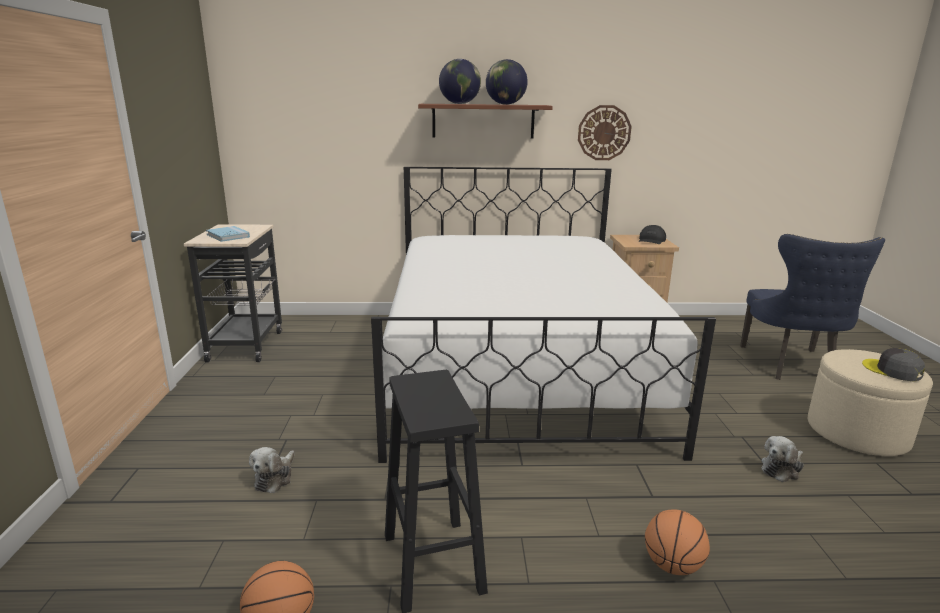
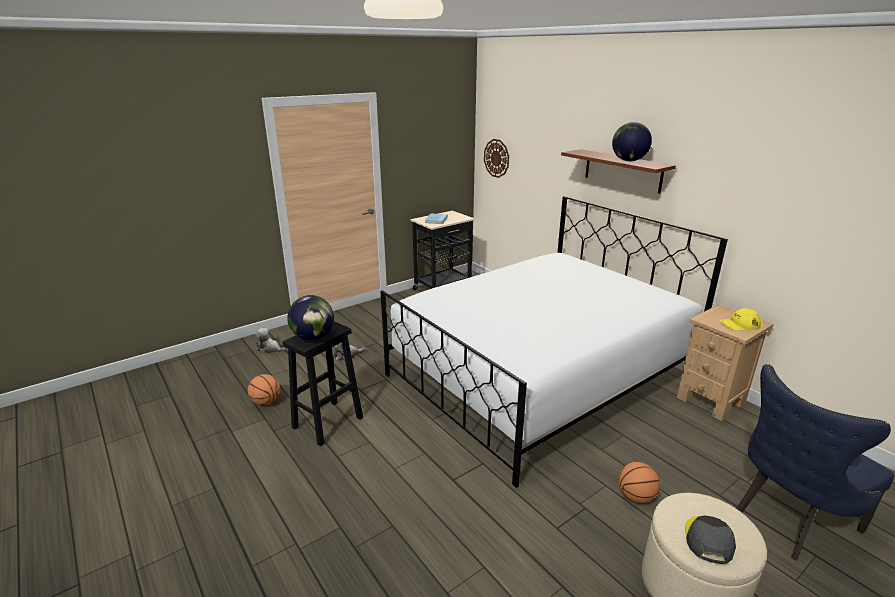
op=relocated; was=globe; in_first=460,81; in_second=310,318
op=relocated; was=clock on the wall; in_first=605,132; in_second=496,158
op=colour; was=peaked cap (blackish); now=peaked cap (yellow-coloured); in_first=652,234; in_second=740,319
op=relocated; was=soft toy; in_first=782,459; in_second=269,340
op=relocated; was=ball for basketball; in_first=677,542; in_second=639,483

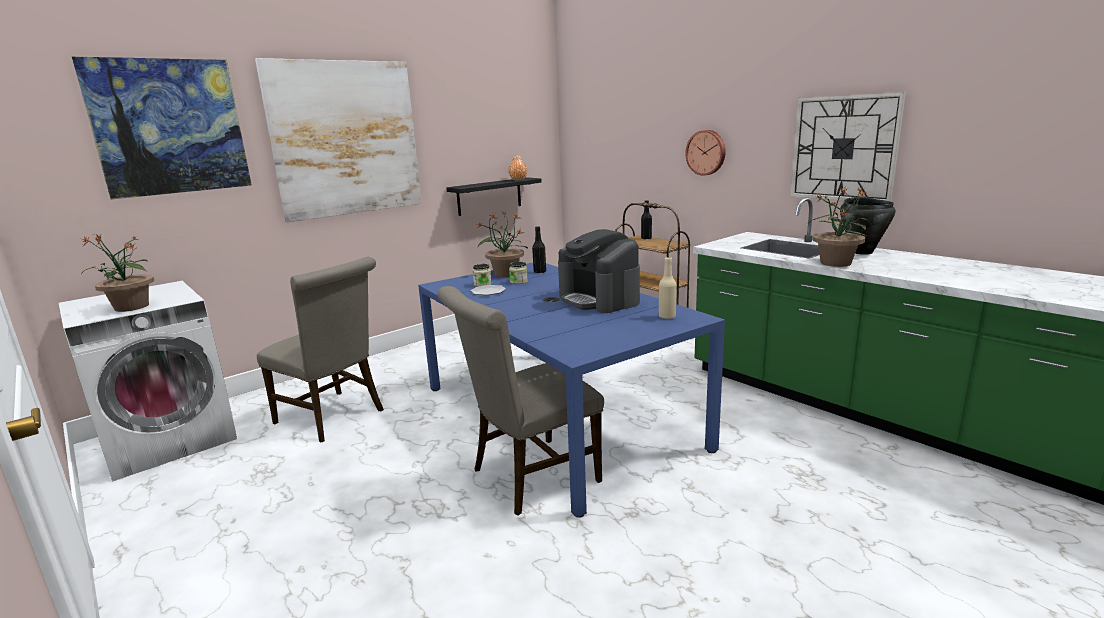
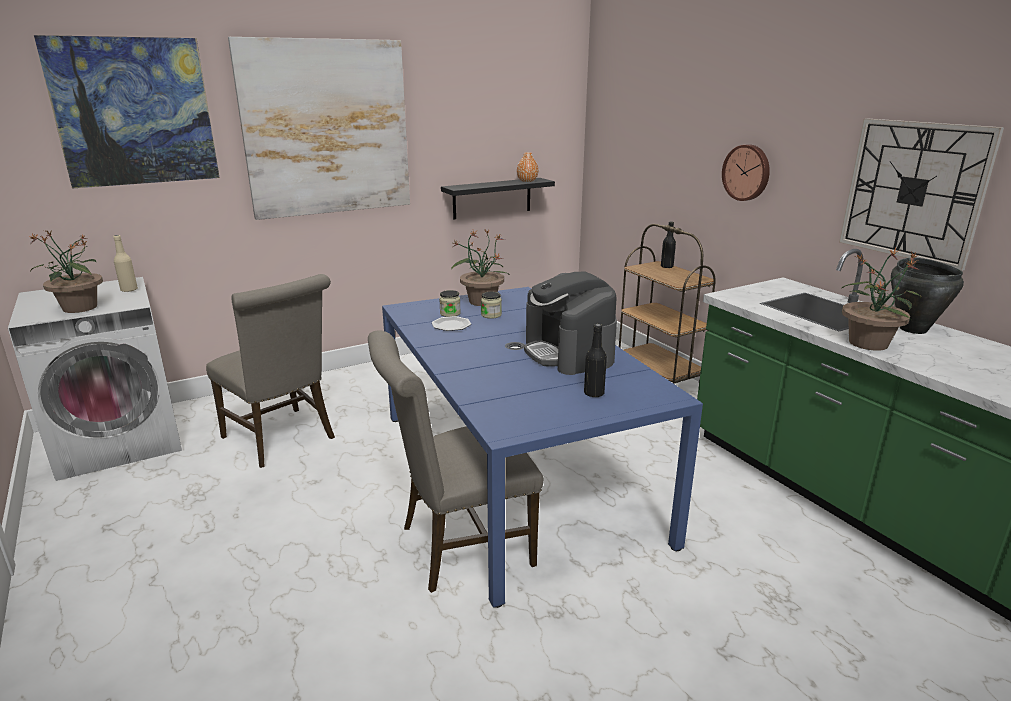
op=relocated; was=bottle (blackish); in_first=539,249; in_second=595,360
op=relocated; was=bottle (beige); in_first=668,288; in_second=125,263

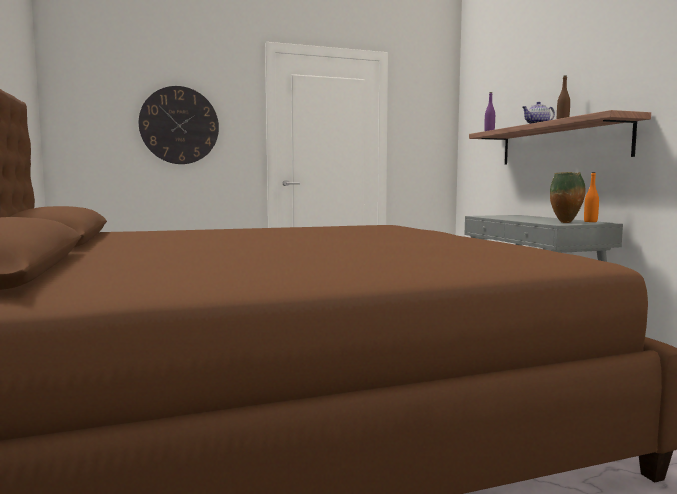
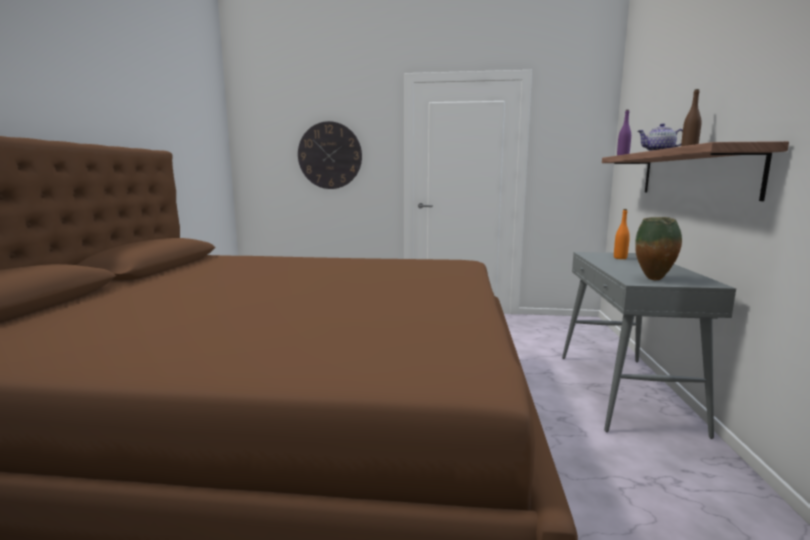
op=relocated; was=bottle (orange); in_first=591,197; in_second=622,234

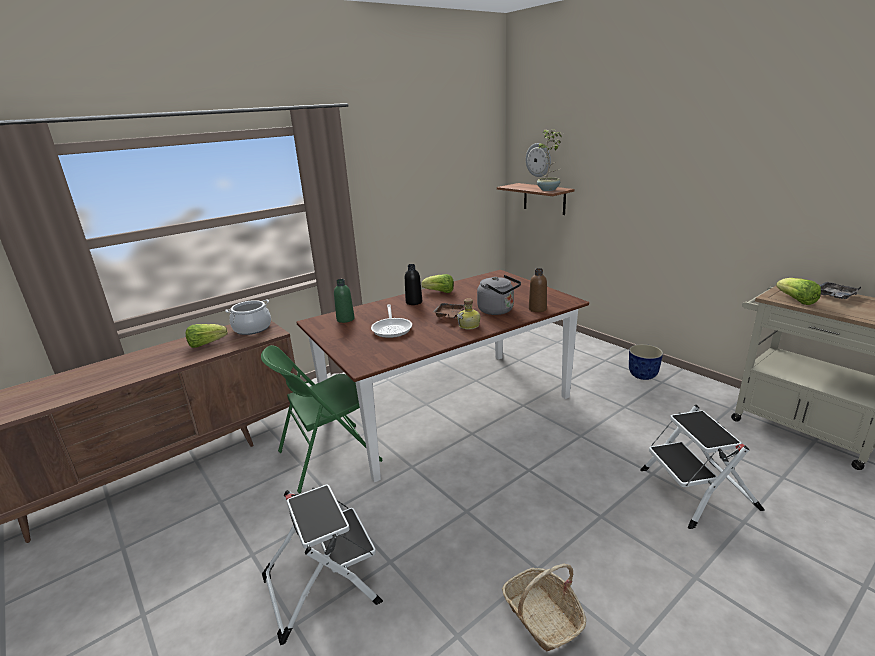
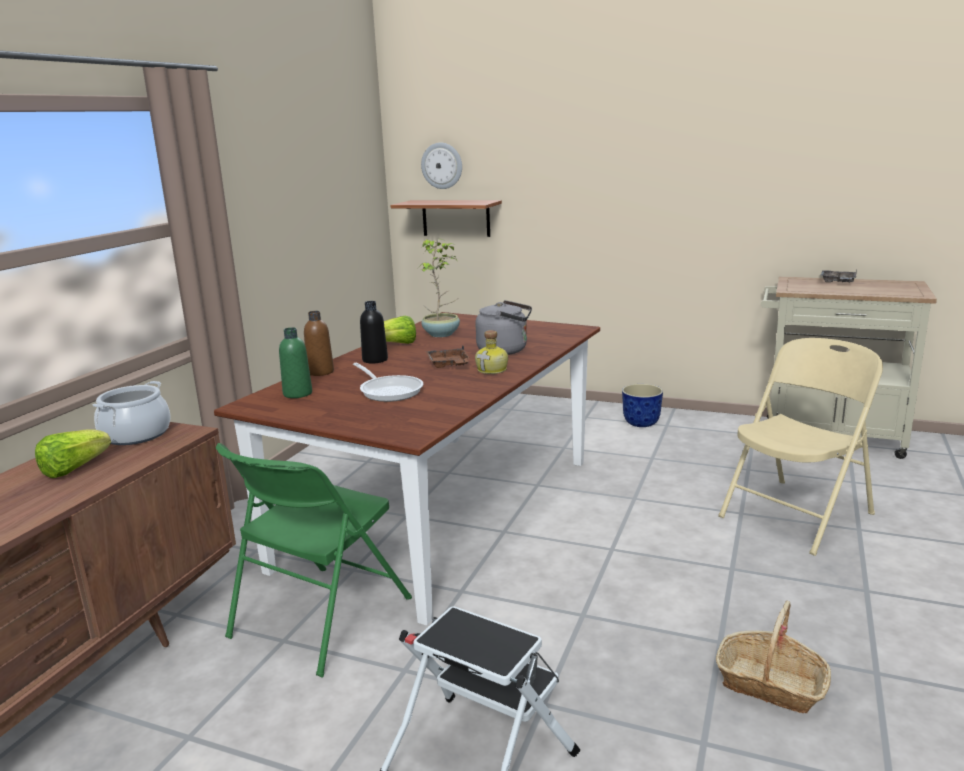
op=relocated; was=plant in a pot; in_first=549,160; in_second=439,288
op=relocated; was=bottle (brownish); in_first=538,290; in_second=319,343
op=missing; was=head of lettuce; in_first=798,291
op=exchanged; was=stepladder; now=upright chair (beige); in_first=702,467; in_second=800,447

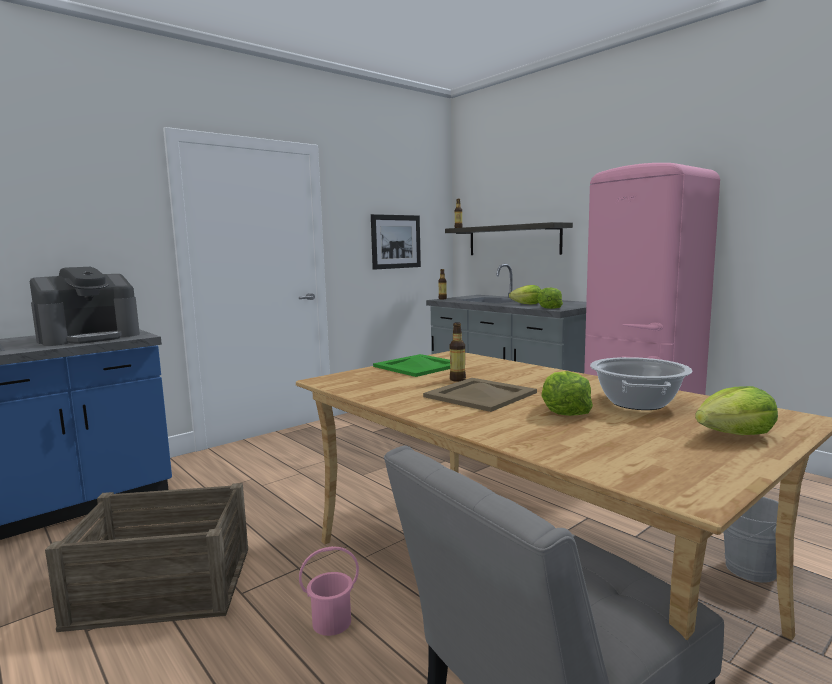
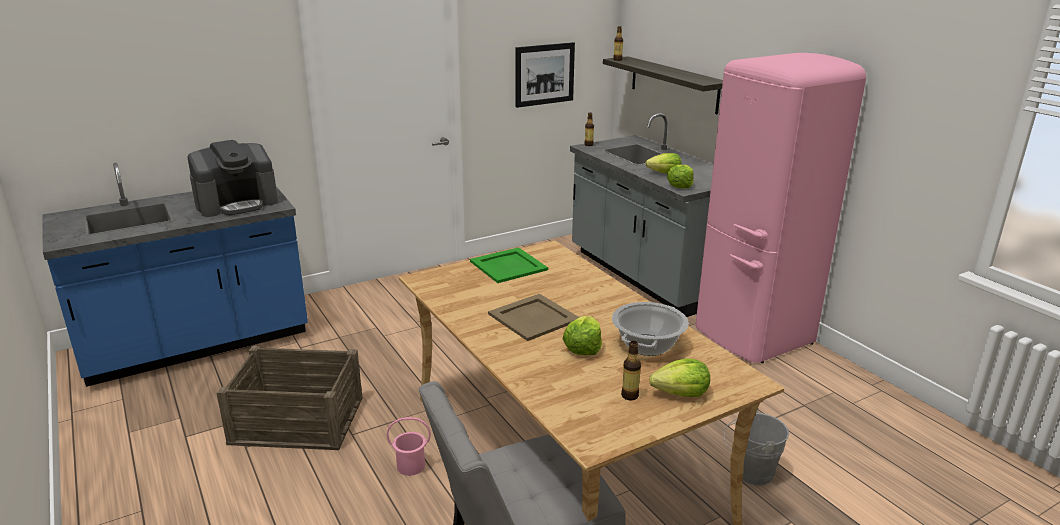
op=relocated; was=bottle; in_first=458,352; in_second=631,370

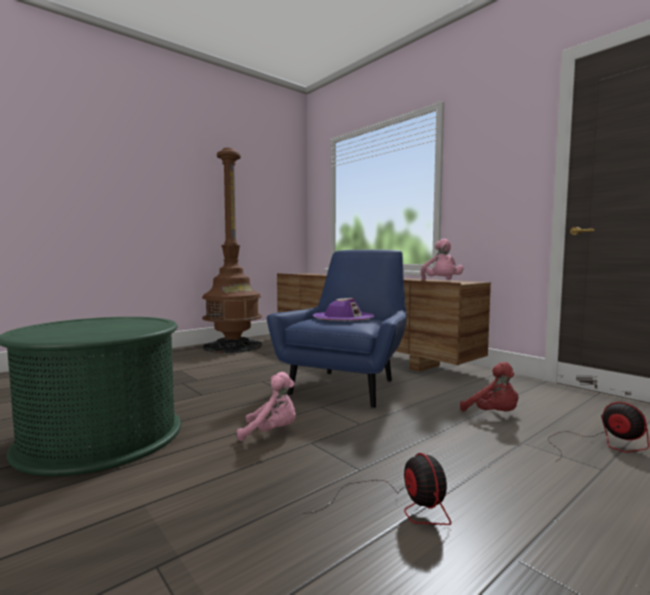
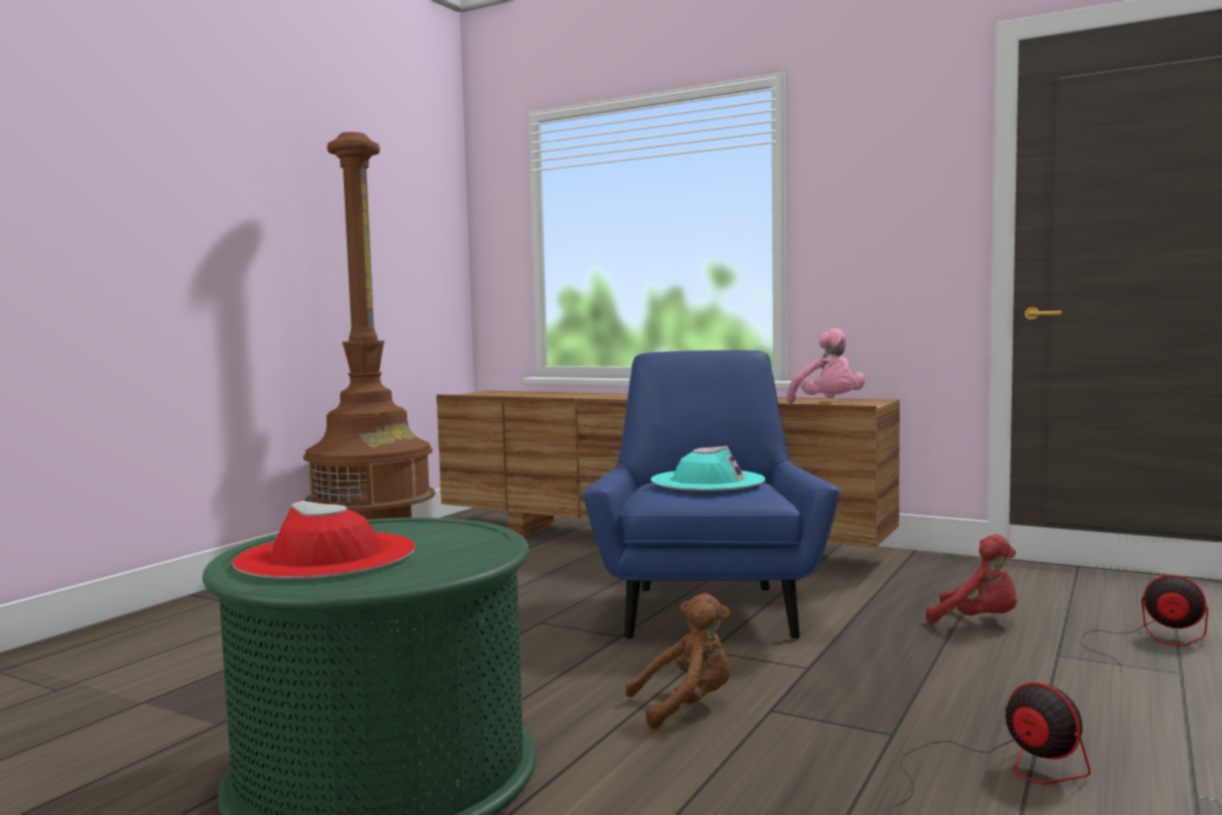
op=colour; was=clothing hat (purple); now=clothing hat (turquoise); in_first=343,309; in_second=708,468
op=colour; was=soft toy (pink-coloured); now=soft toy (brownish); in_first=266,406; in_second=678,661
op=appeared; now=clothing hat (red); in_second=323,540

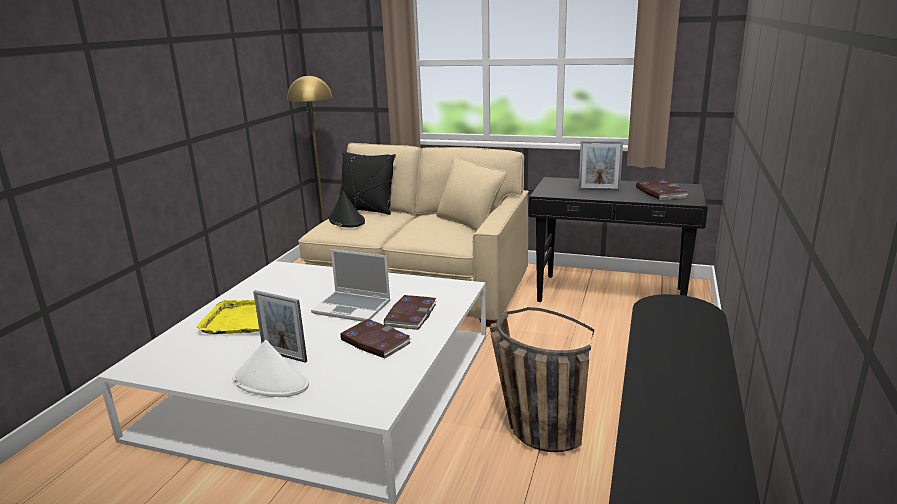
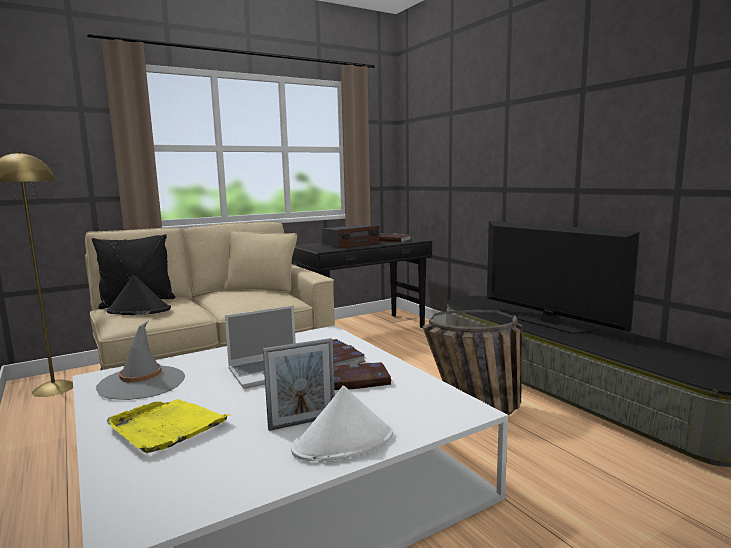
op=exchanged; was=standing frame; now=radio receiver; in_first=601,165; in_second=351,236
op=appeared; now=TV set; in_second=563,277
op=appeared; now=clothing hat (gray); in_second=140,360

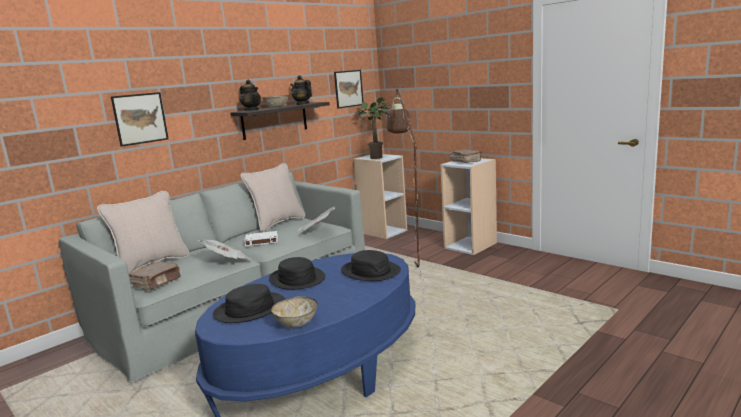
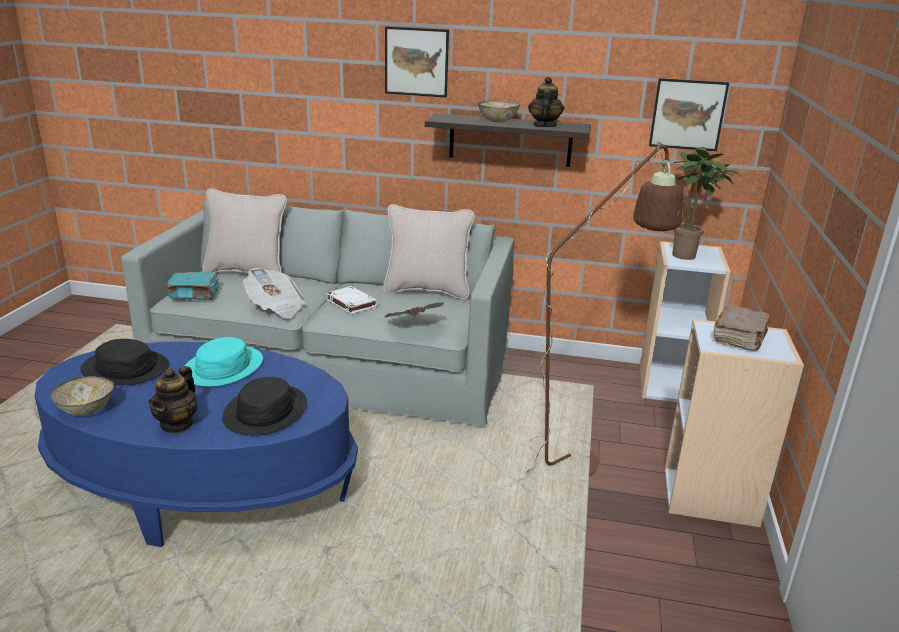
op=relocated; was=teapot; in_first=250,94; in_second=173,399
op=relocated; was=wall picture; in_first=140,119; in_second=417,61
op=colour; was=clothing hat (blackish); now=clothing hat (turquoise); in_first=297,273; in_second=223,362
op=colour; was=bound book (brownish); now=bound book (turquoise); in_first=155,275; in_second=192,286

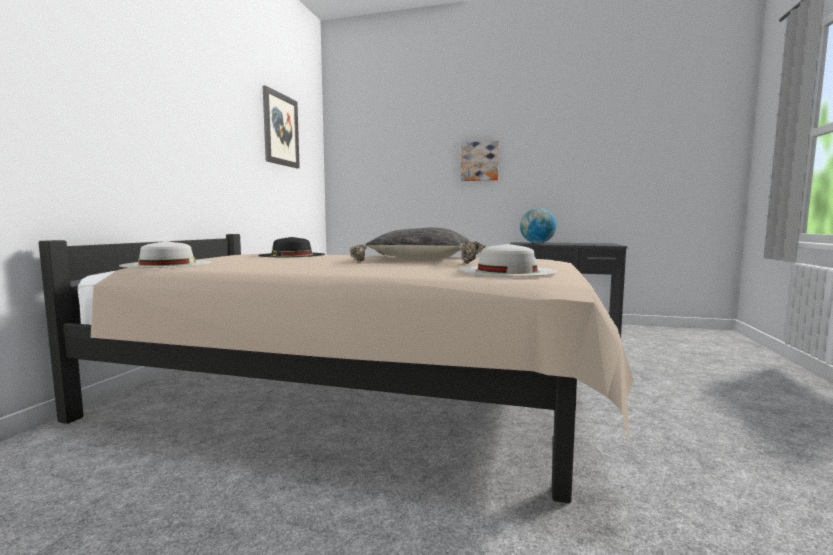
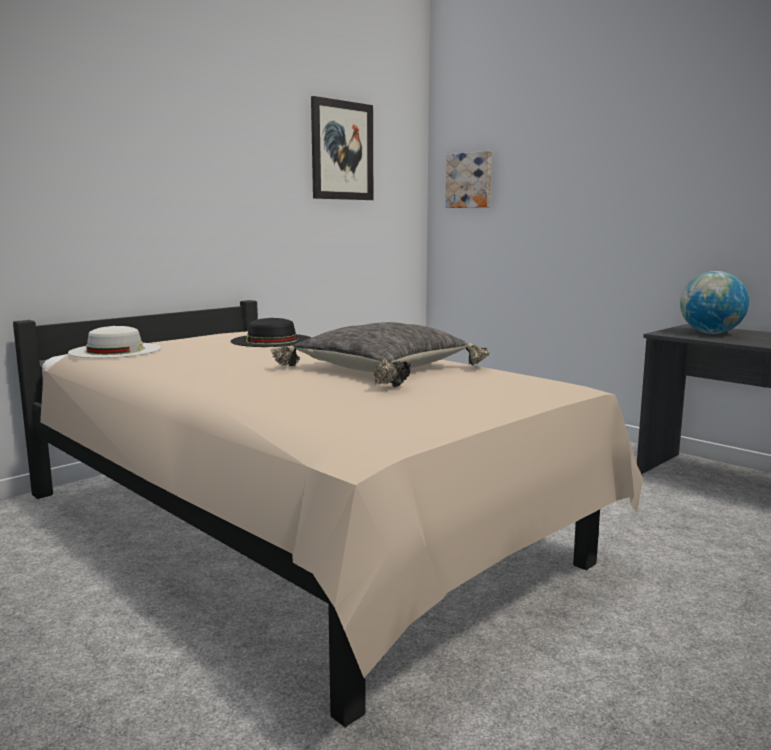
op=relocated; was=wall picture; in_first=479,161; in_second=468,179
op=missing; was=clothing hat (whitish); in_first=508,260

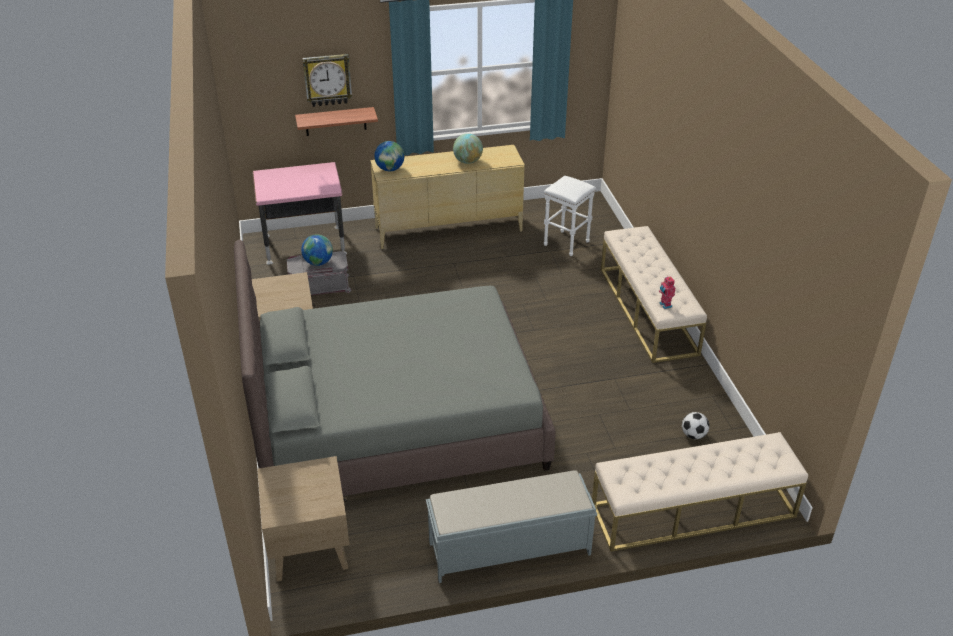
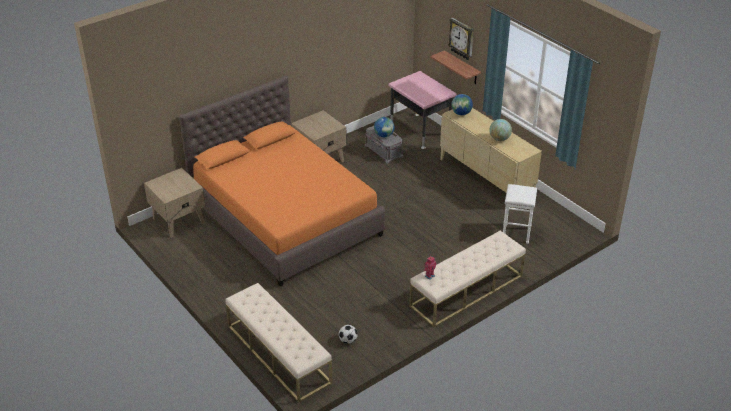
op=colour; was=bedroom bed (gray); now=bedroom bed (orange); in_first=395,368; in_second=282,181
op=missing; was=long seat (gray); in_first=511,526

